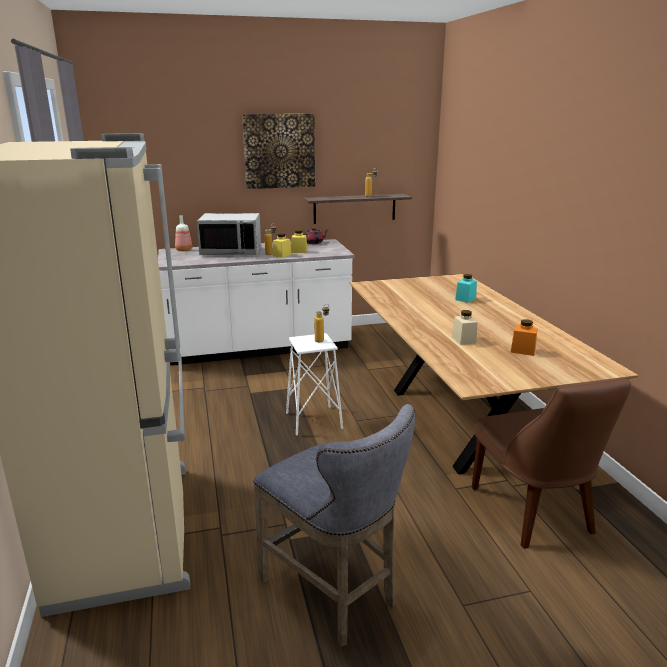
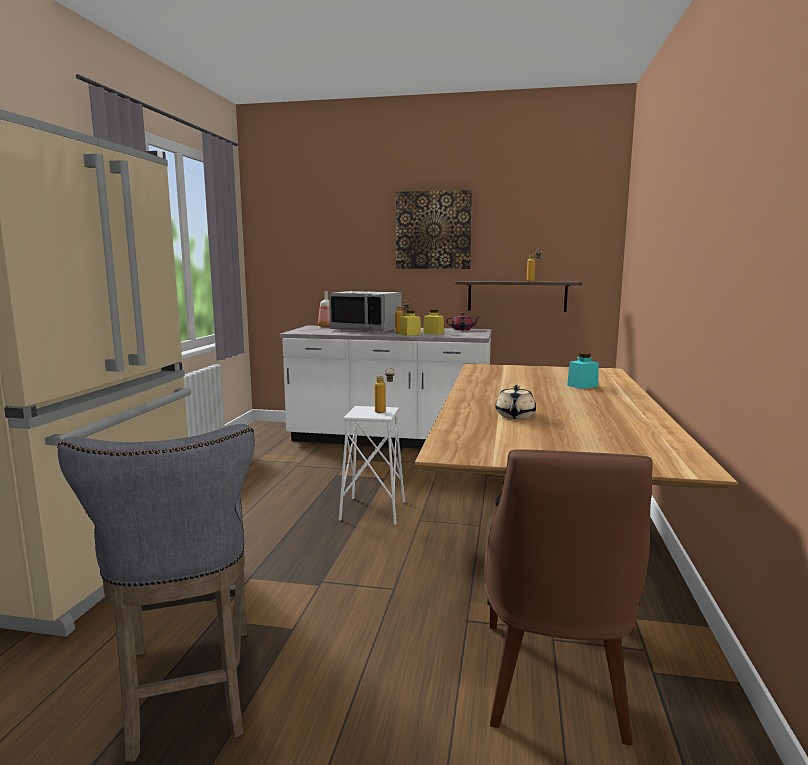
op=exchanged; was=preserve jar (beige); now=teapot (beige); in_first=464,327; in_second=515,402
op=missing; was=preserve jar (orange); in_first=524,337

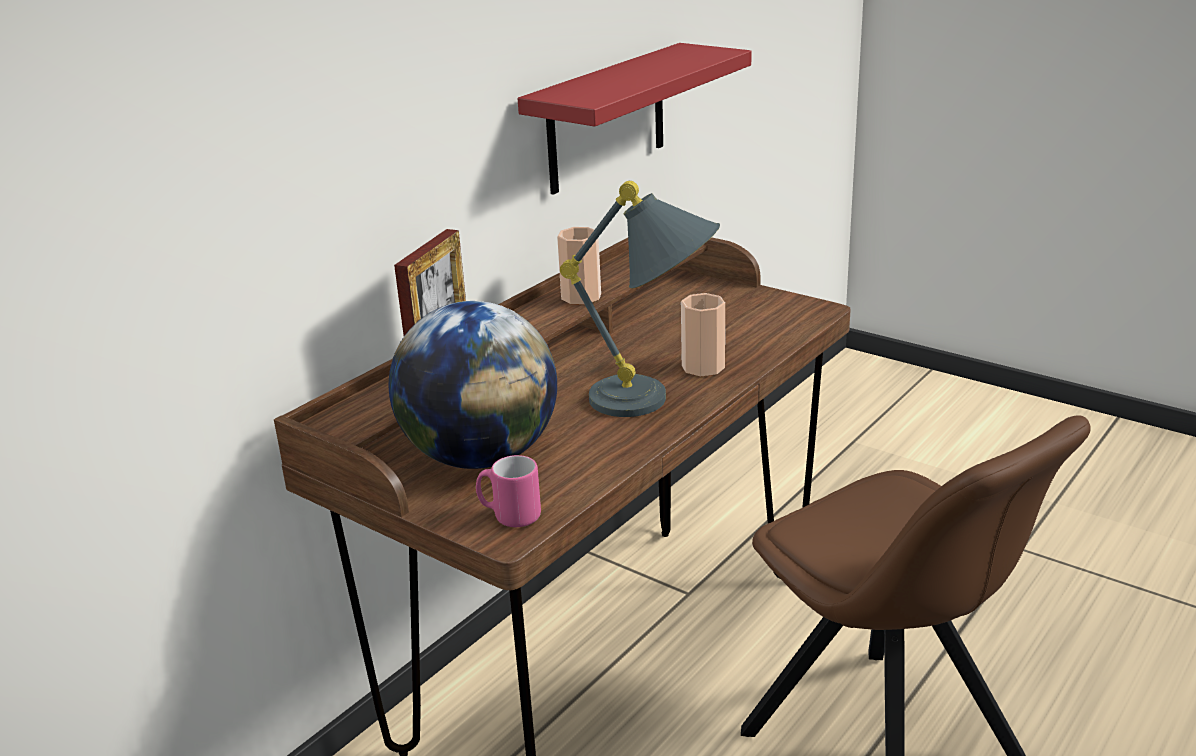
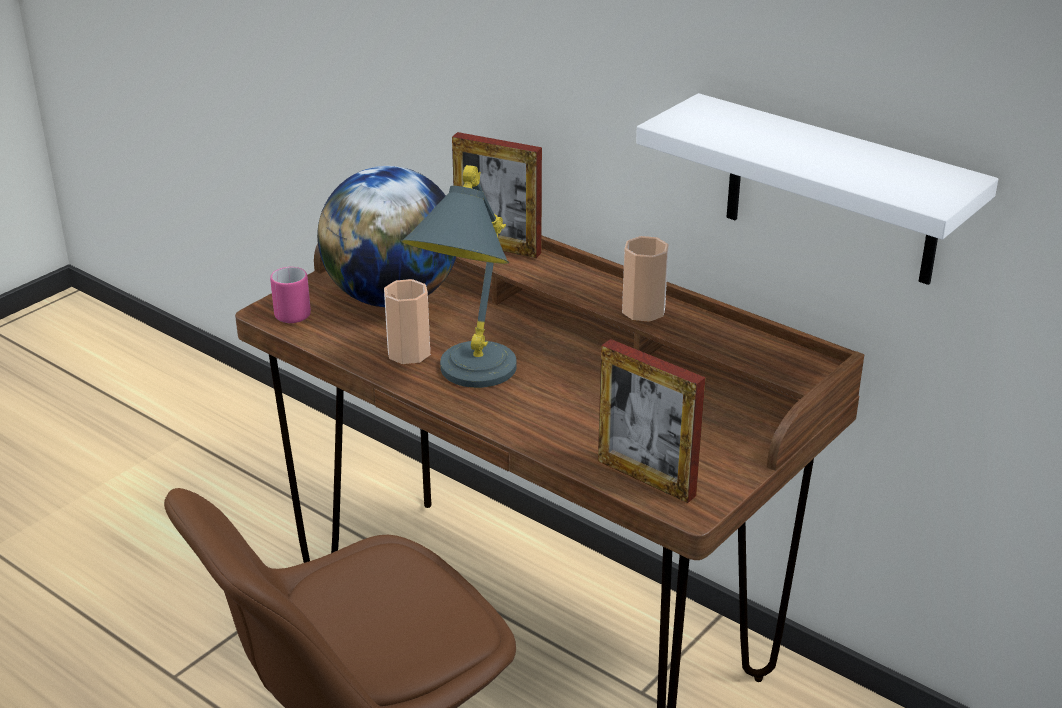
op=colour; was=shelf (red); now=shelf (whitish); in_first=635,119; in_second=817,189
op=relocated; was=small cup; in_first=703,335; in_second=407,321
op=appeared; now=standing frame; in_second=651,421

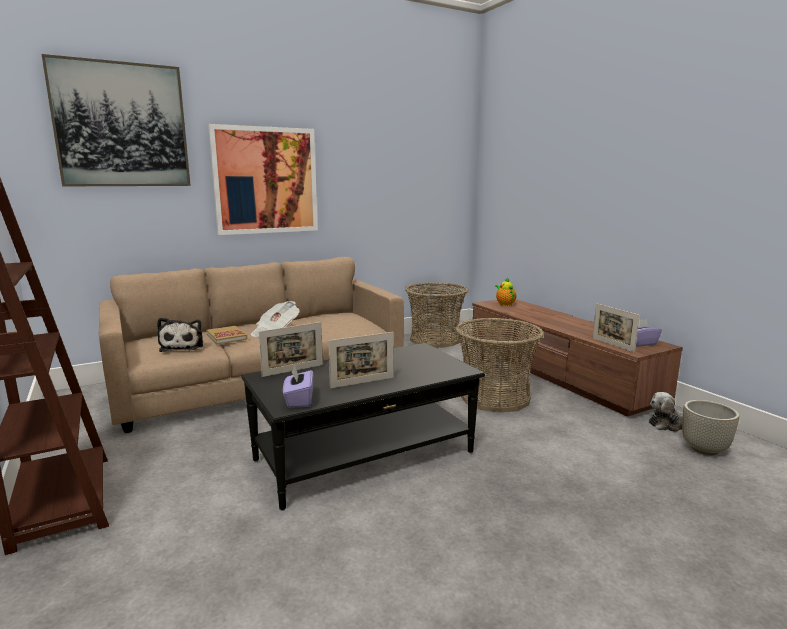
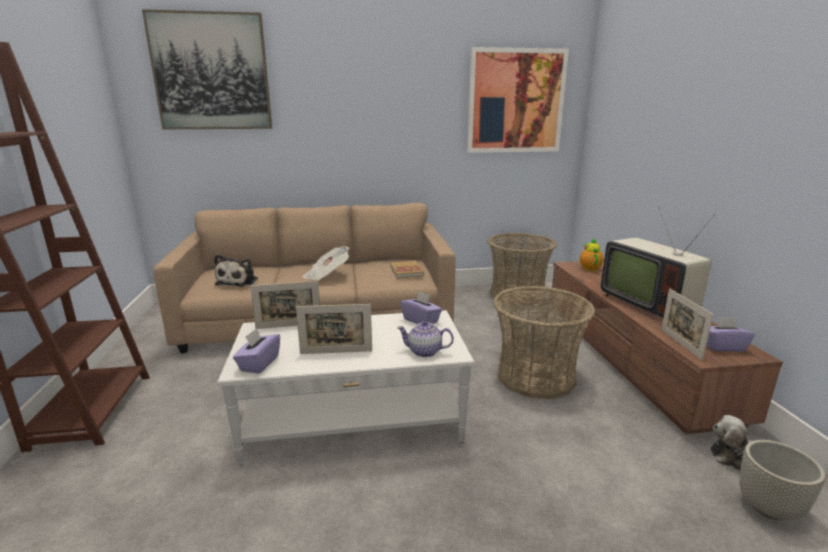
op=relocated; was=wall picture; in_first=263,179; in_second=518,100
op=relocated; was=bound book; in_first=226,335; in_second=407,269
op=colour; was=low table (blackish); now=low table (whitish); in_first=363,427; in_second=346,388
op=appeared; now=TV set; in_second=658,262
op=appeared; now=box of tissues (purple); in_second=421,307
op=appeared; now=teapot; in_second=425,339

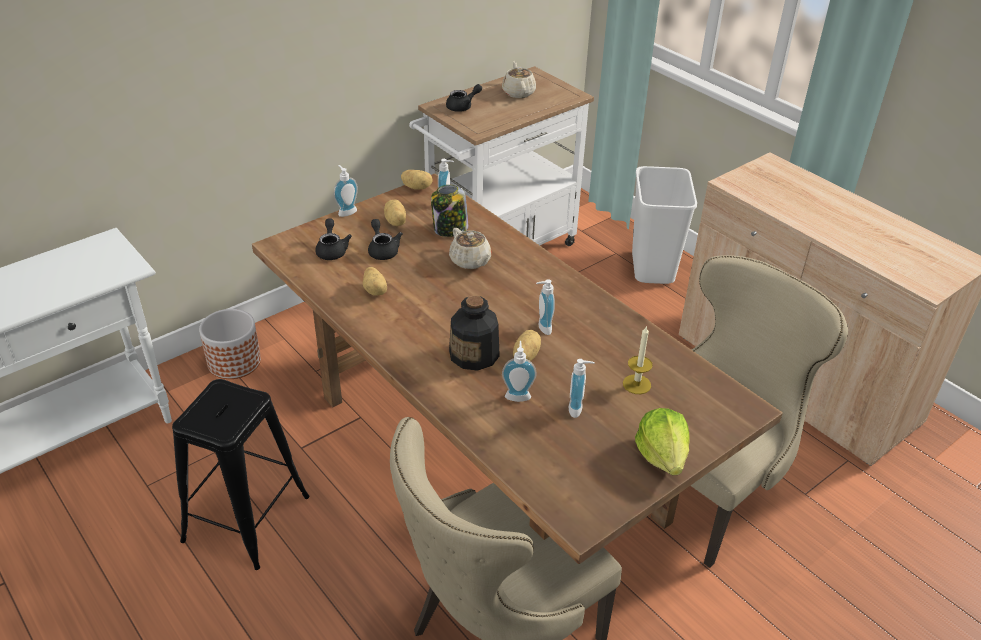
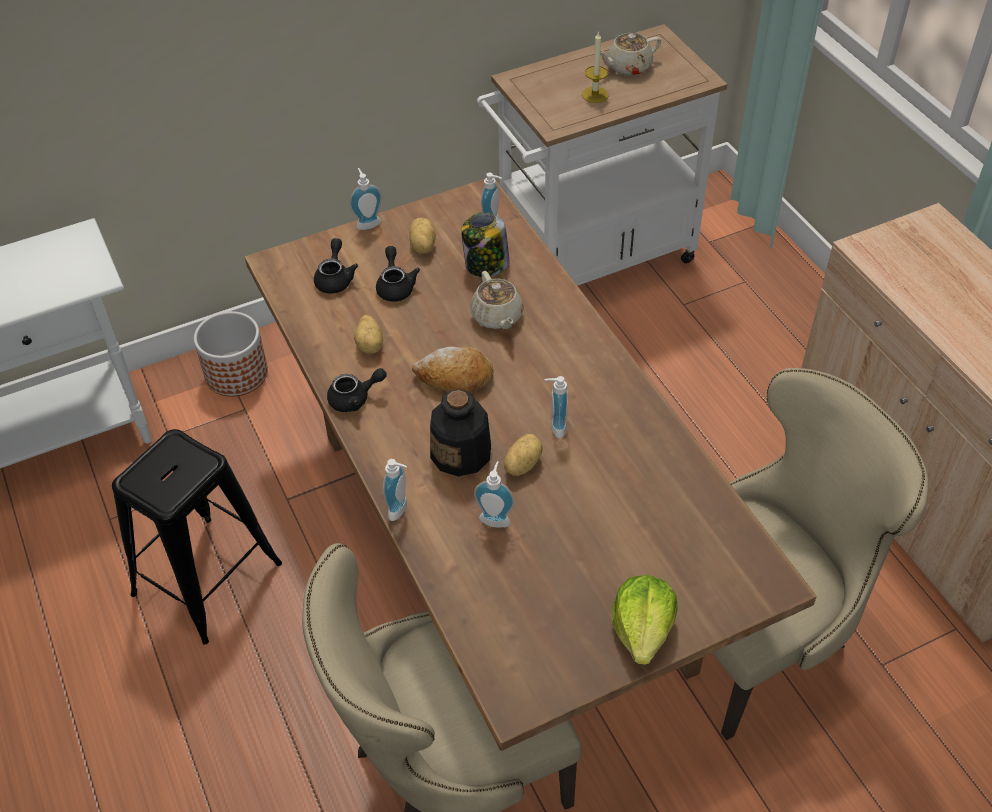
op=spun; was=teapot (beige); in_first=519,79; in_second=630,54; clockwise=-120
op=relocated; was=teapot (blackish); in_first=464,98; in_second=357,390
op=missing; was=waste bin (whitish); in_first=664,225
op=missing; was=spud; in_first=417,180
op=relocated; was=wax candle; in_first=638,360; in_second=595,67
op=relocated; was=soap bottle; in_first=581,388; in_second=395,490
op=appeared; now=bakery bread; in_second=452,369

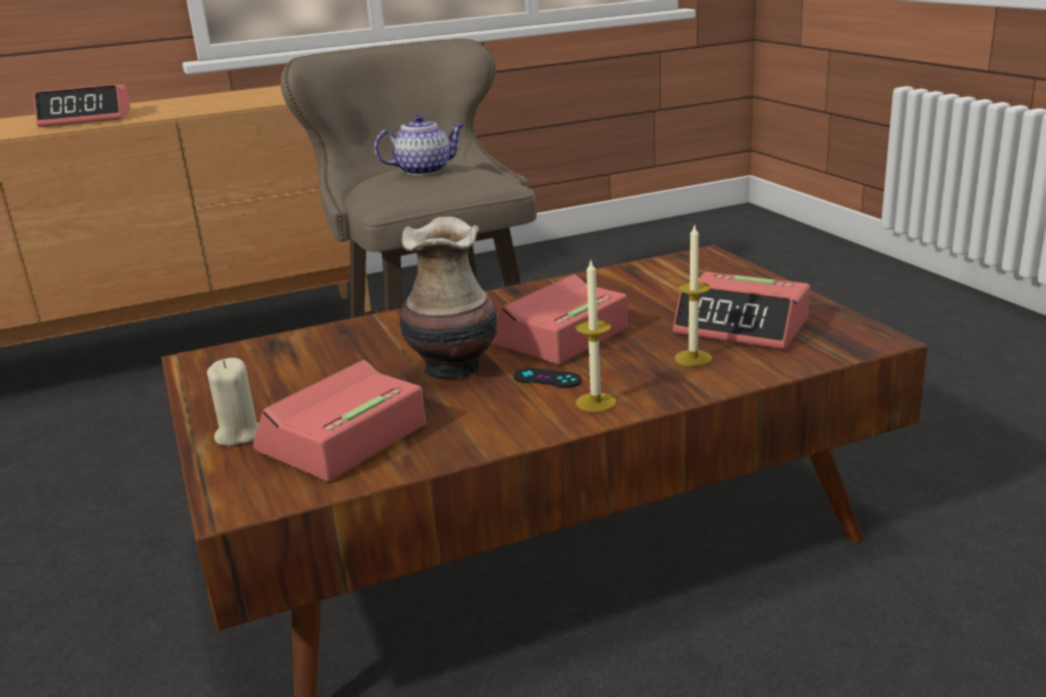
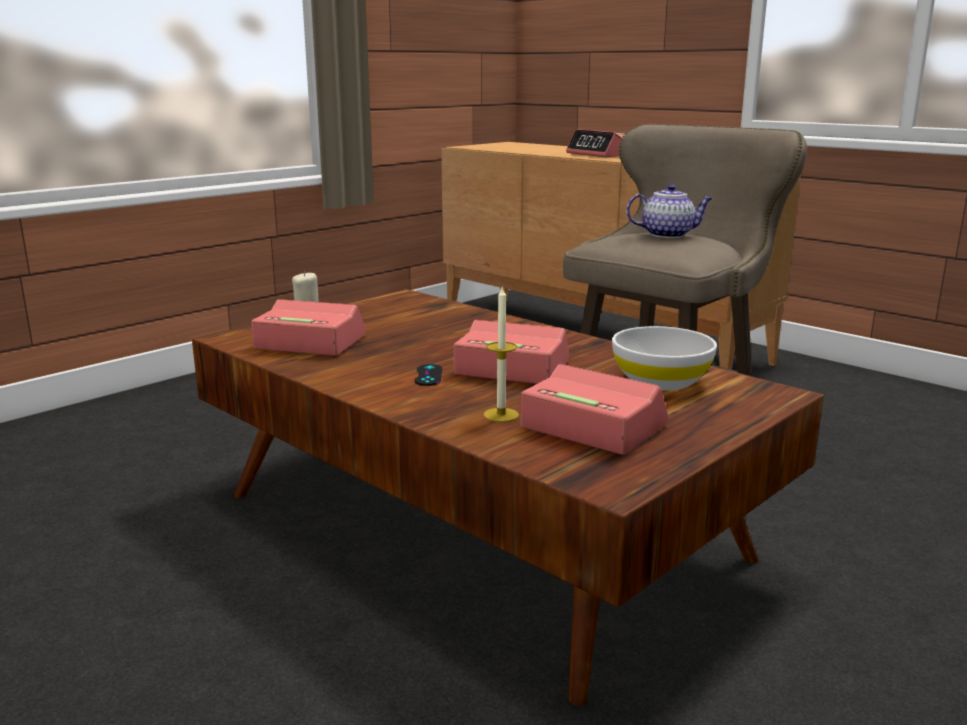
op=spun; was=teapot; in_first=419,145; in_second=669,211; clockwise=-45
op=missing; was=vase; in_first=449,298
op=missing; was=wax candle; in_first=595,336
op=spun; was=table clock; in_first=741,310; in_second=594,409; clockwise=120
op=appeared; now=bowl (whitish); in_second=664,358

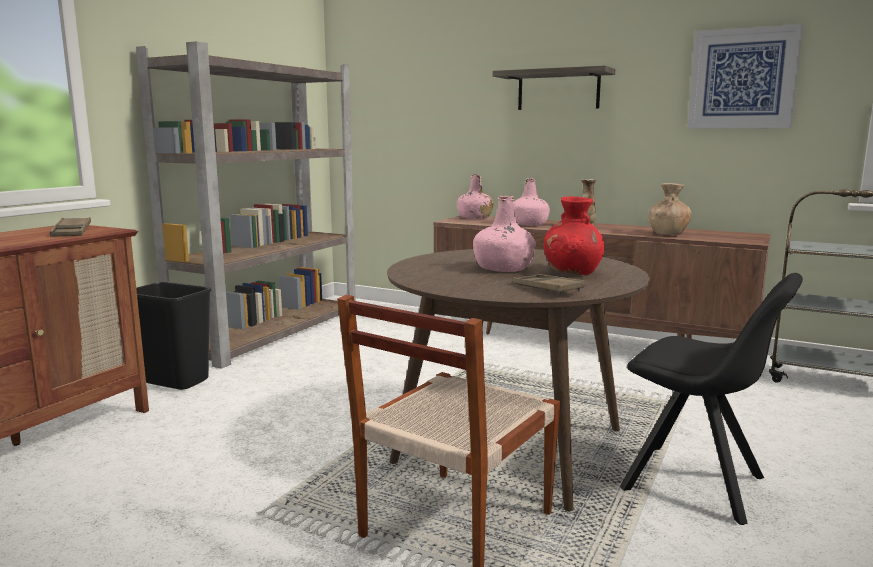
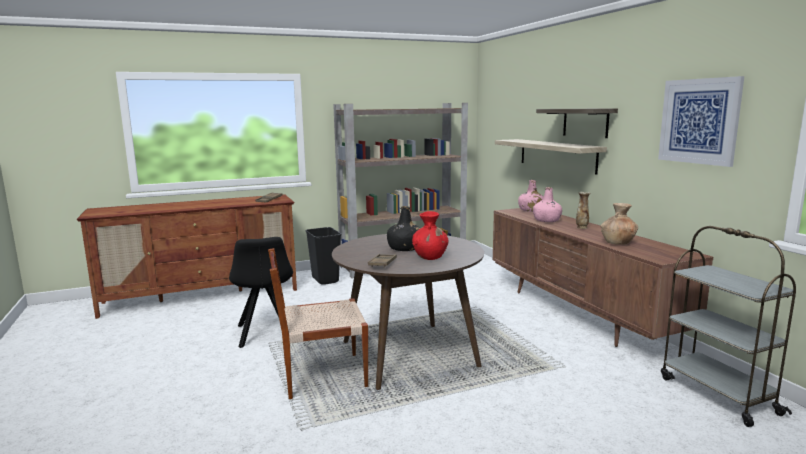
op=colour; was=bottle (pink-coloured); now=bottle (blackish); in_first=504,233; in_second=403,228
op=relocated; was=upright chair (blackish); in_first=711,399; in_second=261,292
op=appeared; now=shelf; in_second=551,157

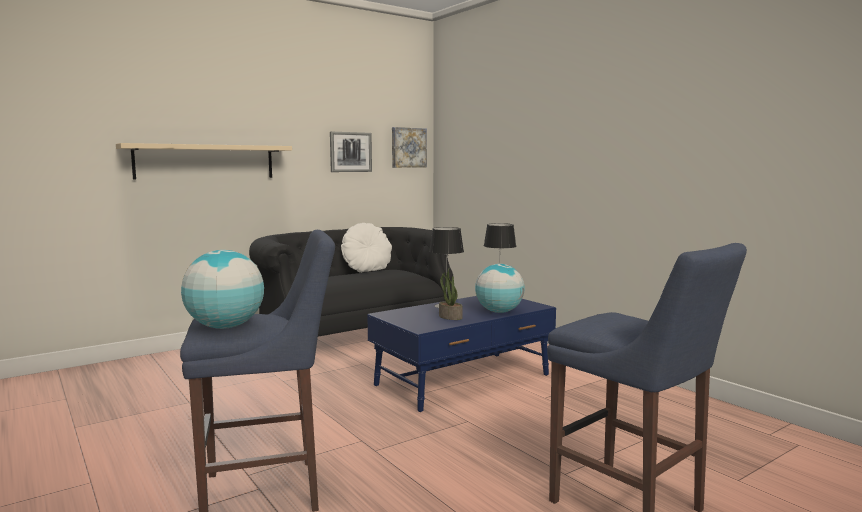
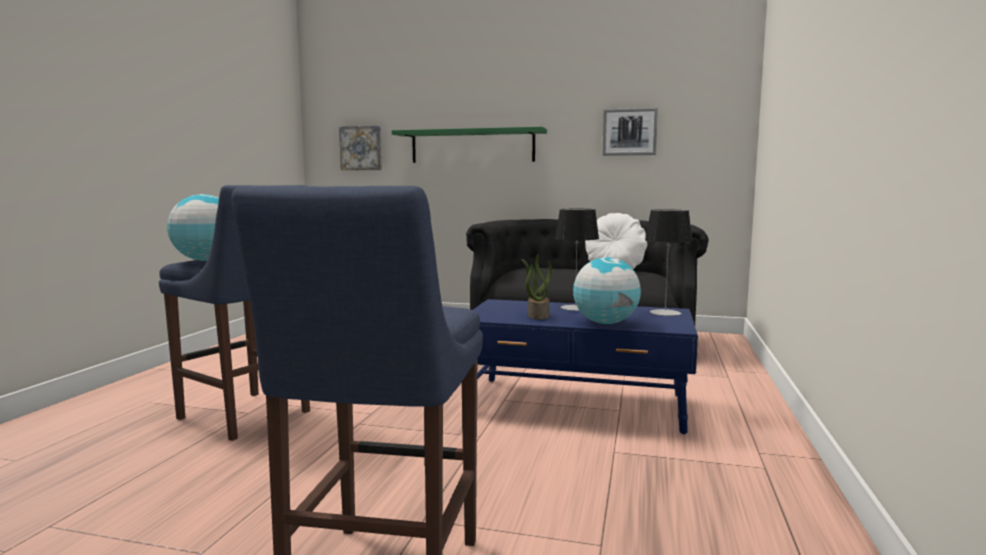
op=relocated; was=wall picture; in_first=409,147; in_second=360,148
op=colour; was=shelf (beige); now=shelf (green-coloured); in_first=204,161; in_second=469,145

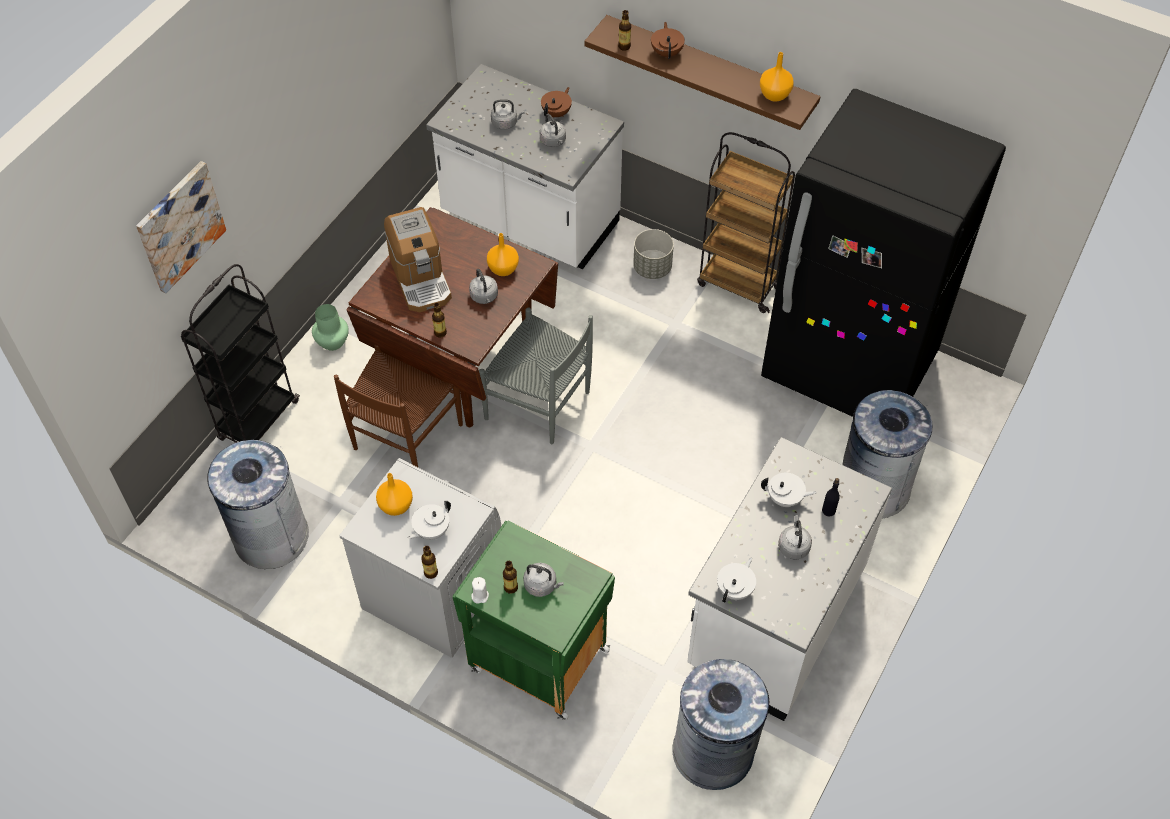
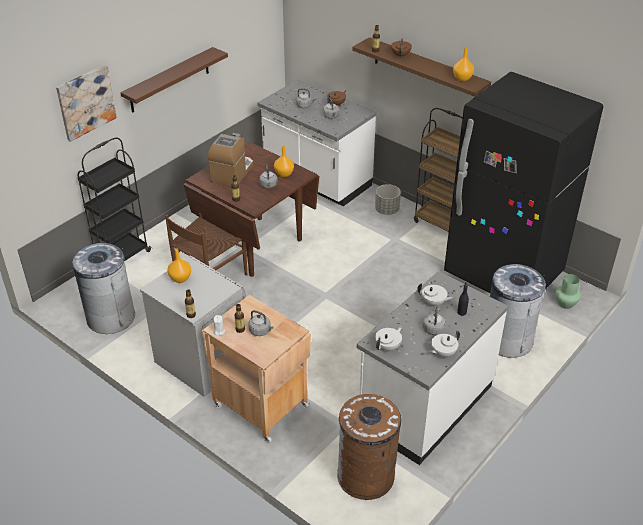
op=spun; was=coffee brewer; in_first=418,259; in_second=230,160; clockwise=-150
op=relocated; was=vase (green-coloured); in_first=330,327; in_second=568,291
op=missing; was=upright chair (gray); in_first=536,376
op=relocated; was=teapot (whitish); in_first=429,520; in_second=444,343
op=colour; was=wheeled cart (green-coloured); now=wheeled cart (brownish); in_first=533,620; in_second=256,369
op=colour; was=waste bin (gray); now=waste bin (brownish); in_first=720,724; in_second=369,447
op=appeared; now=shelf (brownish); in_second=174,80

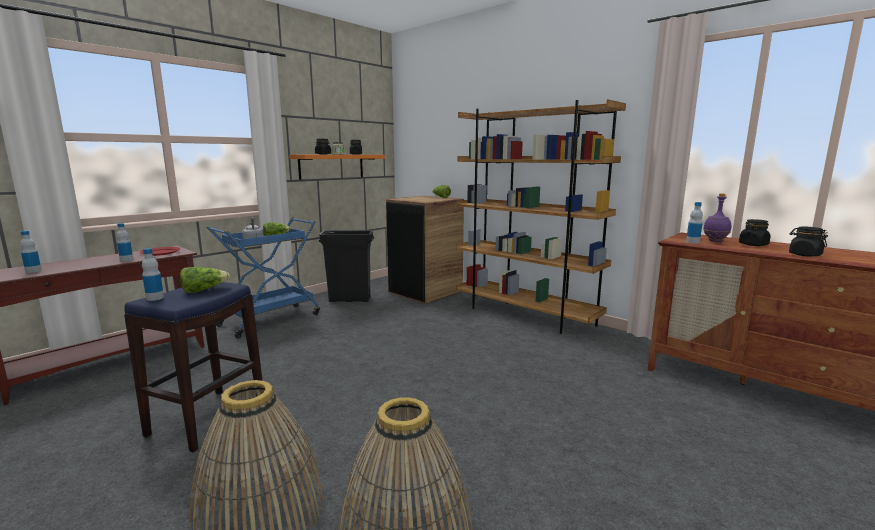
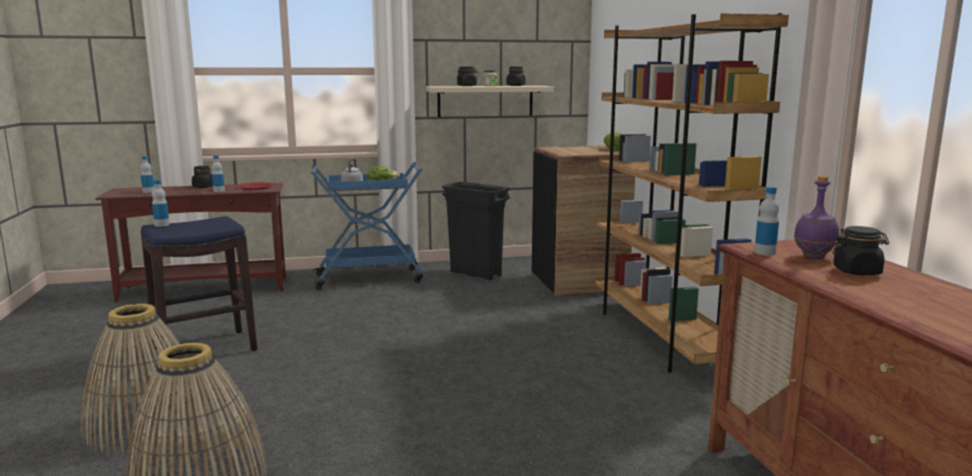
op=colour; was=shelf (orange); now=shelf (beige); in_first=337,167; in_second=490,101
op=relocated; was=preserve jar (blackish); in_first=808,242; in_second=202,177
op=missing; was=head of lettuce; in_first=205,280

